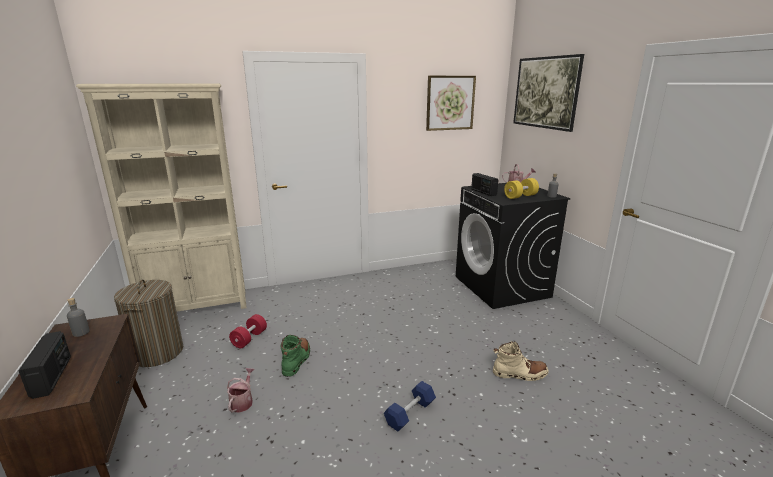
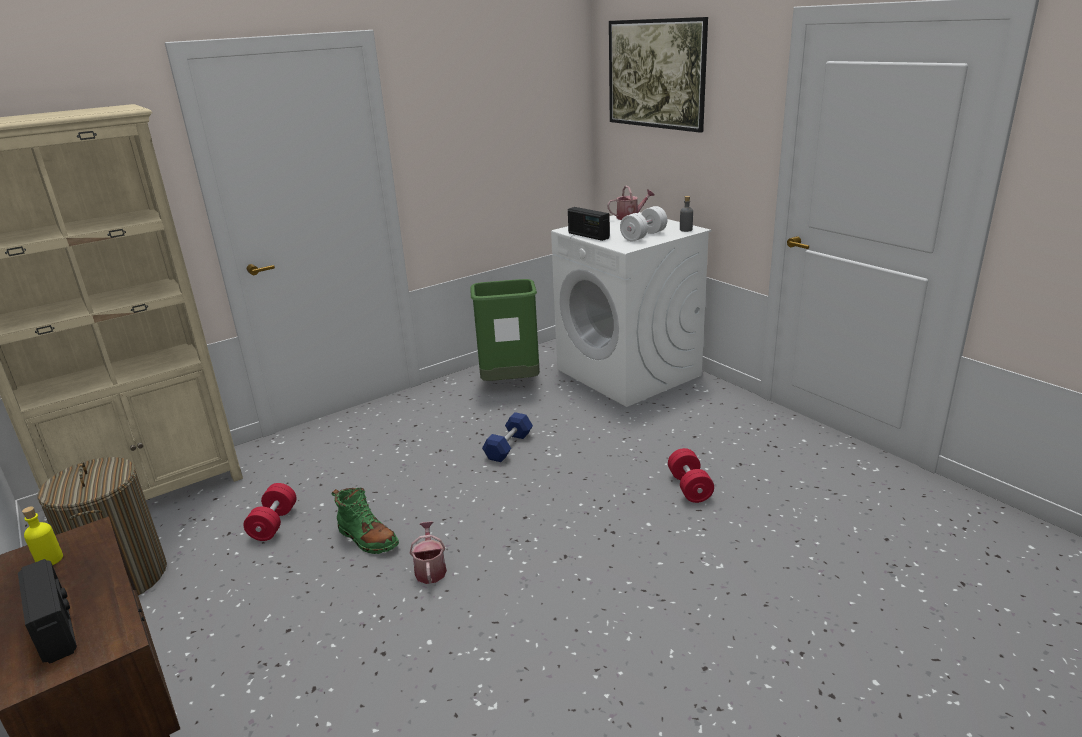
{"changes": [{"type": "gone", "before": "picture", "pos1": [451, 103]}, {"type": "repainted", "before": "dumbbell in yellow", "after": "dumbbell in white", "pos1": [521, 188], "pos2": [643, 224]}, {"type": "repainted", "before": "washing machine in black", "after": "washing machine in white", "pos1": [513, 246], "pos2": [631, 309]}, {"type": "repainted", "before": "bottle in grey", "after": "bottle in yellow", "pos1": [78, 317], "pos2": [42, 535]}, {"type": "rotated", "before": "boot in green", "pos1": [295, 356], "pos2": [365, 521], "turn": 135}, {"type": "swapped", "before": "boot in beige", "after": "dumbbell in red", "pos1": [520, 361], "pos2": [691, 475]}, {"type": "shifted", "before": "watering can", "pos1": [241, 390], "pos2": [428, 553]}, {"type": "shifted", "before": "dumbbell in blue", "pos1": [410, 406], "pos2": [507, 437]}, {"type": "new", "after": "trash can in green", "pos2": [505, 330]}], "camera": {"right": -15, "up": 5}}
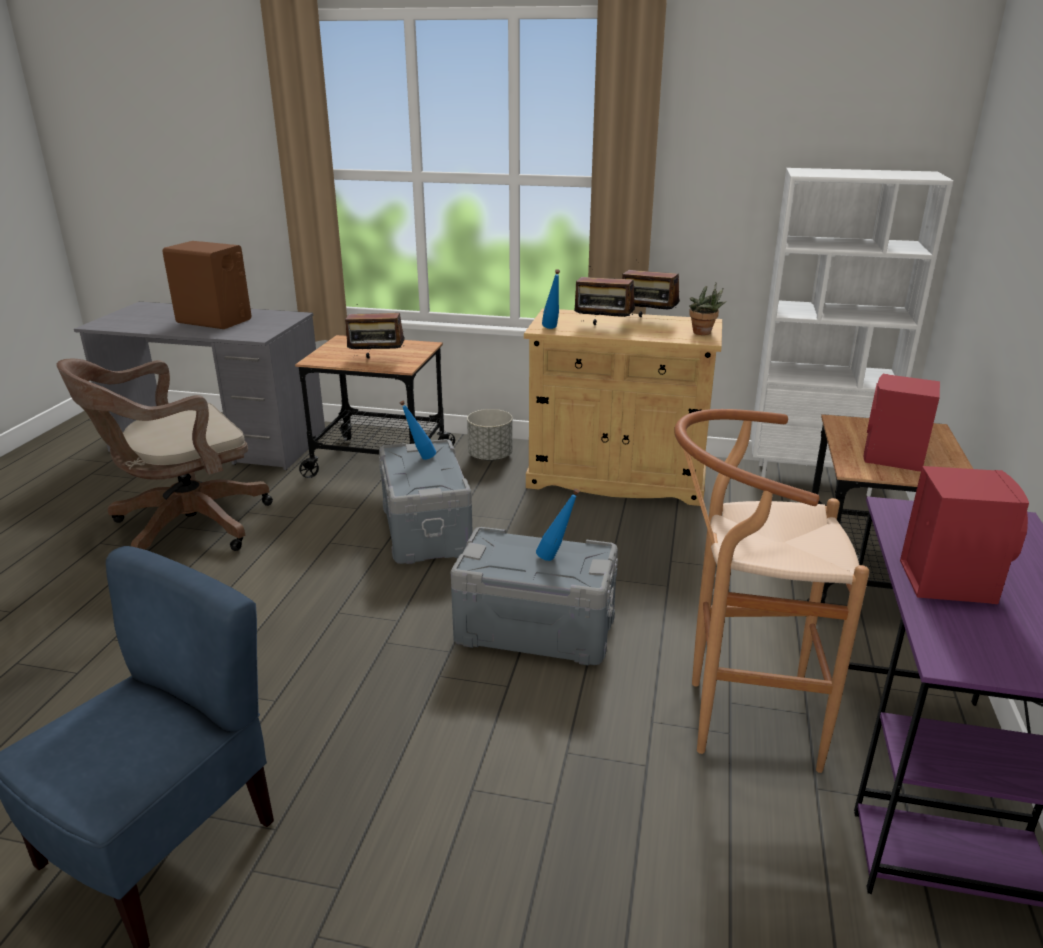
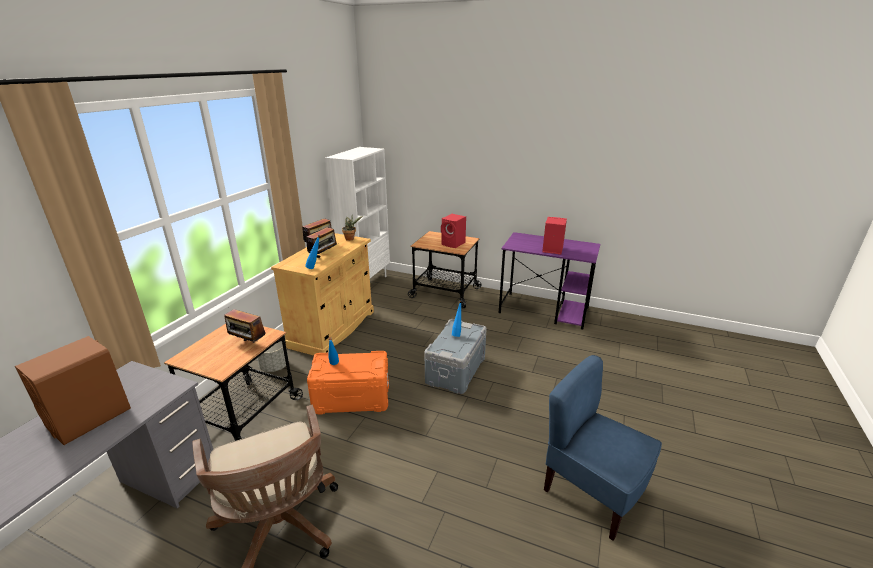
{"changes": [{"type": "rotated", "before": "radio", "pos1": [375, 331], "pos2": [245, 325], "turn": 105}, {"type": "gone", "before": "stool in brown", "pos1": [771, 591]}, {"type": "repainted", "before": "storage box in grey", "after": "storage box in orange", "pos1": [426, 501], "pos2": [348, 383]}], "camera": {"right": -80, "up": 0}}
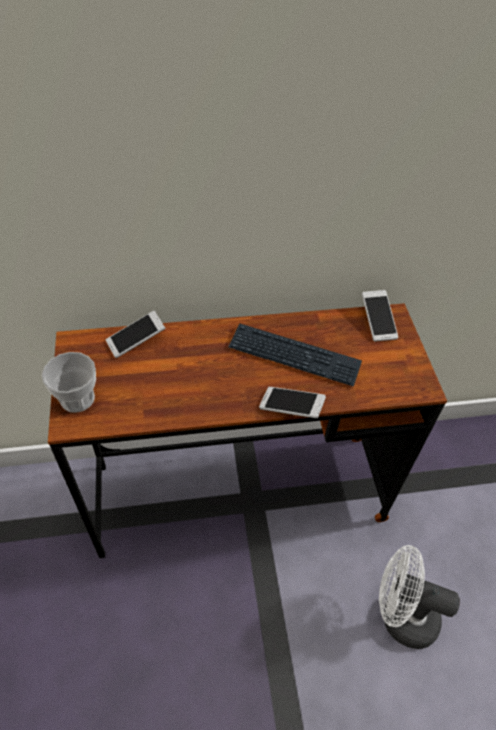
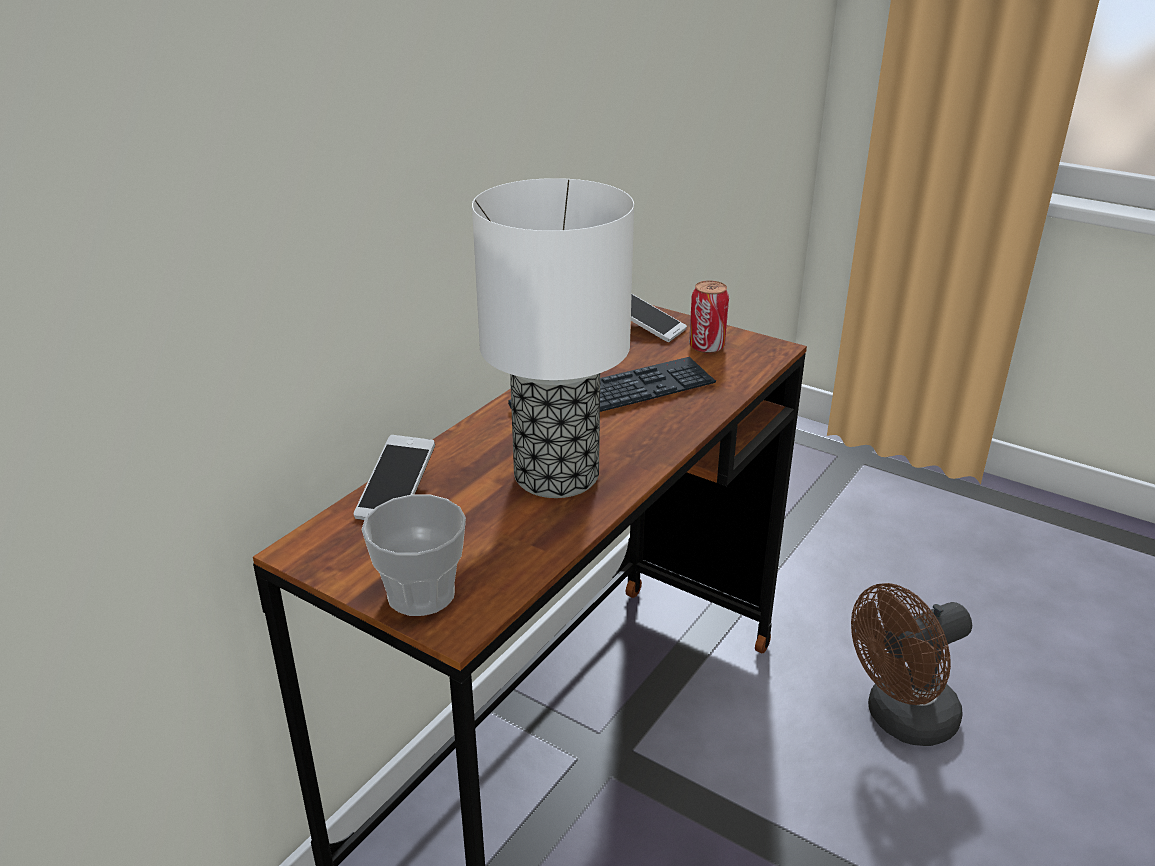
{"changes": [{"type": "gone", "before": "phone", "pos1": [292, 402]}, {"type": "repainted", "before": "fan in white", "after": "fan in brown", "pos1": [419, 597], "pos2": [911, 664]}, {"type": "new", "after": "table lamp", "pos2": [553, 338]}, {"type": "new", "after": "can", "pos2": [709, 317]}], "camera": {"right": -45, "up": -20}}
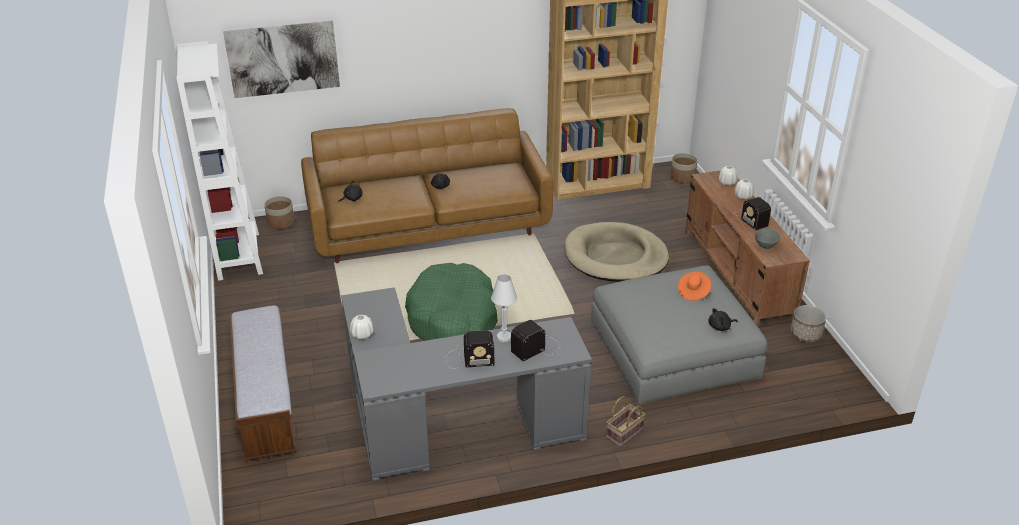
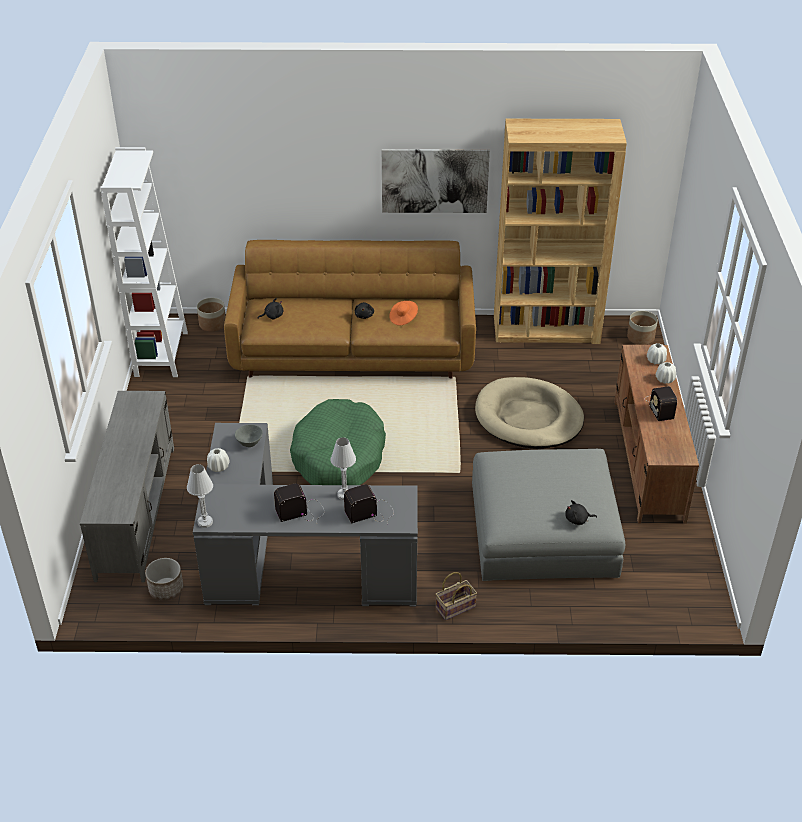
{"changes": [{"type": "shifted", "before": "picture", "pos1": [281, 59], "pos2": [436, 181]}, {"type": "shifted", "before": "bowl in grey", "pos1": [767, 239], "pos2": [249, 436]}, {"type": "shifted", "before": "hat in orange", "pos1": [695, 286], "pos2": [403, 313]}, {"type": "swapped", "before": "bench", "after": "tv stand in grey", "pos1": [263, 383], "pos2": [127, 486]}, {"type": "shifted", "before": "planter", "pos1": [808, 324], "pos2": [164, 579]}, {"type": "rotated", "before": "radio", "pos1": [470, 349], "pos2": [299, 503], "turn": 150}, {"type": "new", "after": "table lamp in white", "pos2": [200, 496]}], "camera": {"right": 15, "up": 5}}
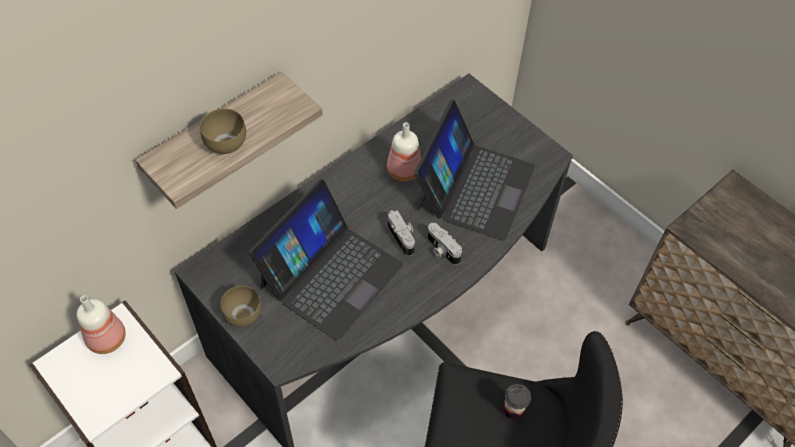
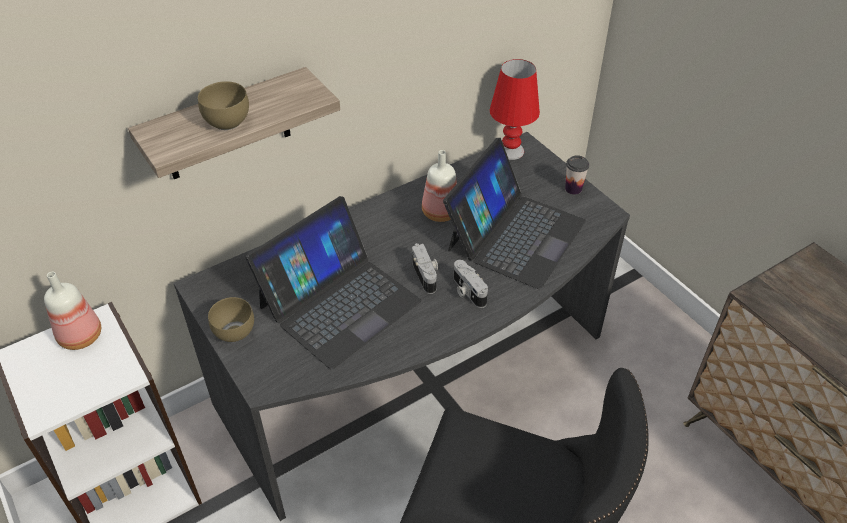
{"changes": [{"type": "shifted", "before": "cup", "pos1": [517, 402], "pos2": [577, 174]}, {"type": "new", "after": "table lamp in red", "pos2": [515, 109]}], "camera": {"right": 10, "up": -10}}
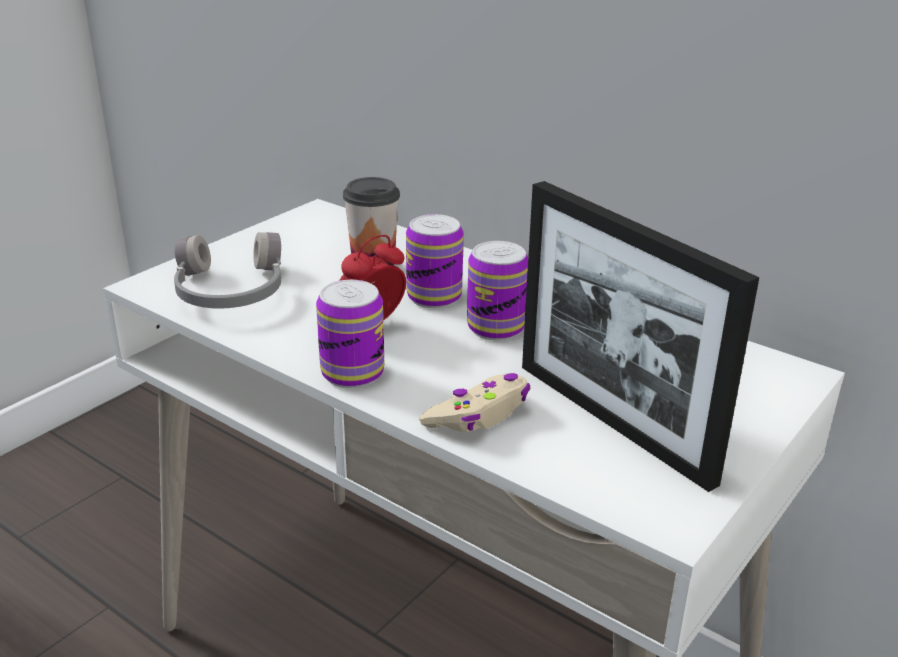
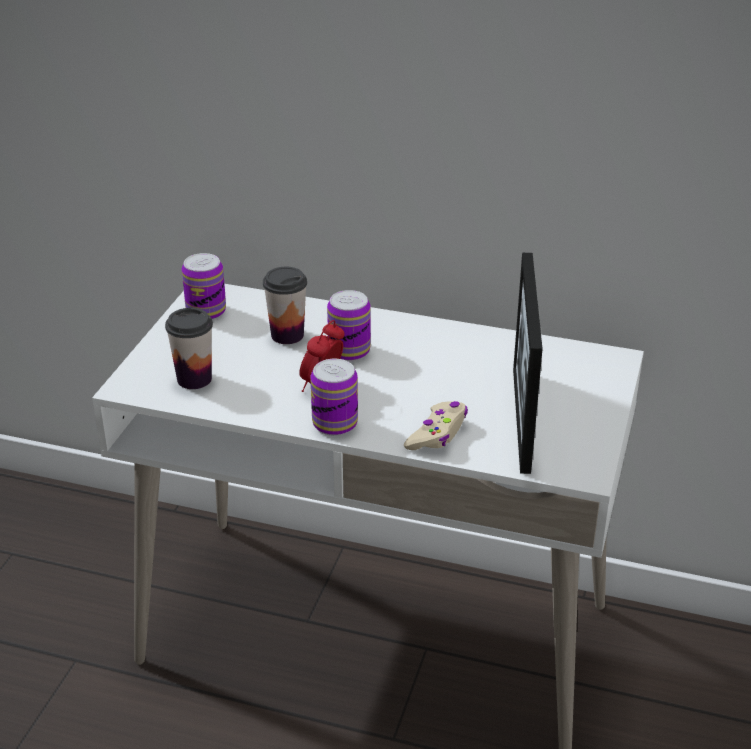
{"changes": [{"type": "rotated", "before": "picture frame", "pos1": [640, 336], "pos2": [528, 363], "turn": 60}, {"type": "swapped", "before": "headphones in grey", "after": "cup", "pos1": [227, 270], "pos2": [189, 348]}, {"type": "shifted", "before": "can", "pos1": [497, 290], "pos2": [204, 286]}], "camera": {"right": -20, "up": 5}}
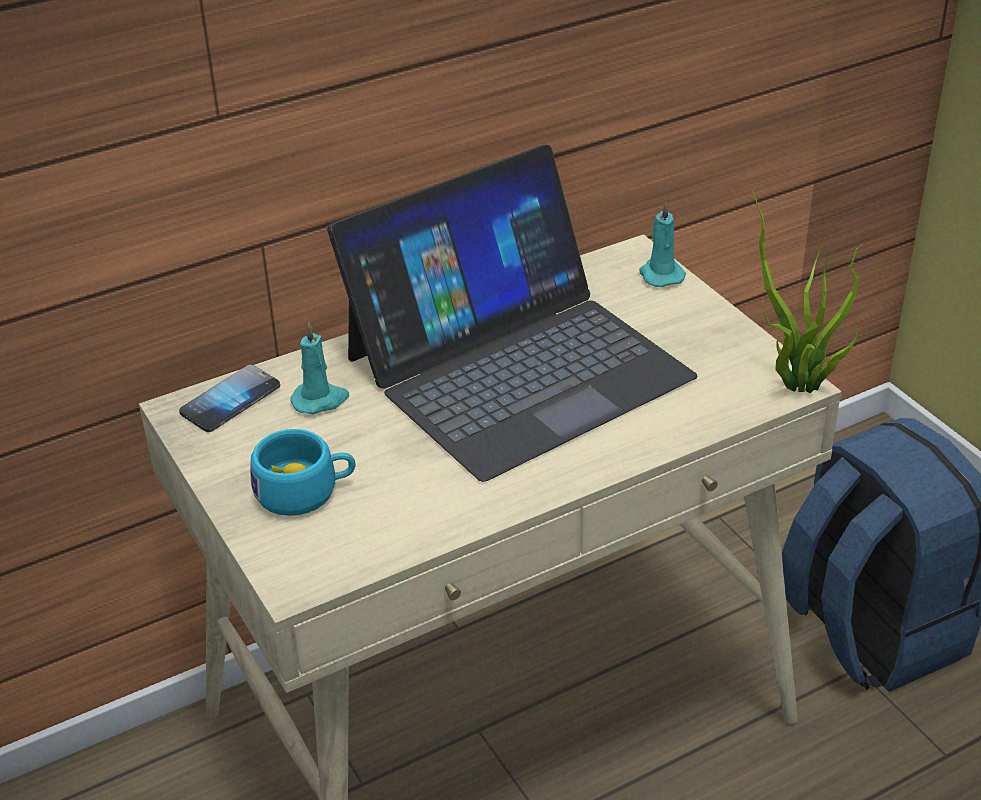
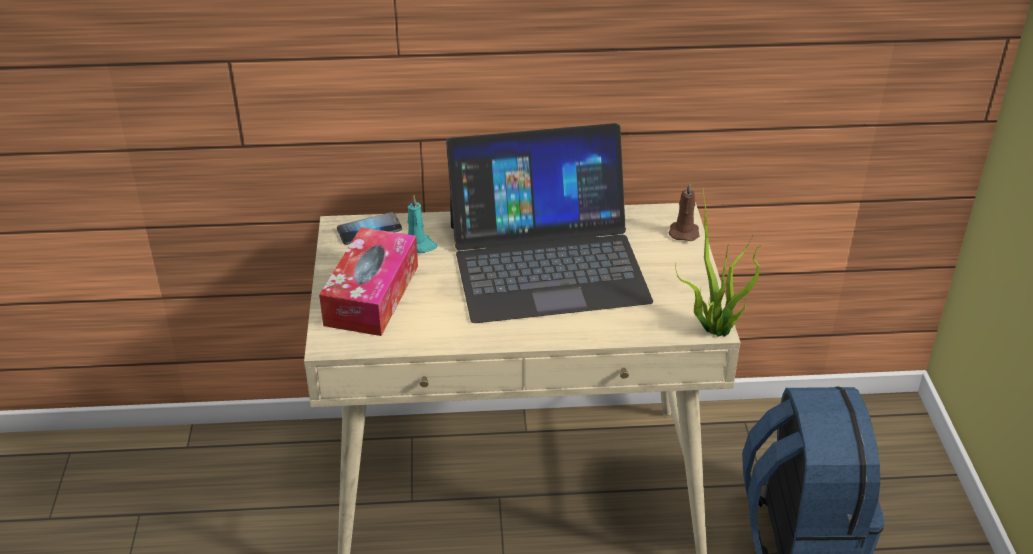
{"changes": [{"type": "repainted", "before": "candle in turquoise", "after": "candle in brown", "pos1": [662, 244], "pos2": [684, 211]}, {"type": "swapped", "before": "cup in turquoise", "after": "tissue box", "pos1": [303, 472], "pos2": [368, 281]}], "camera": {"right": 25, "up": 0}}
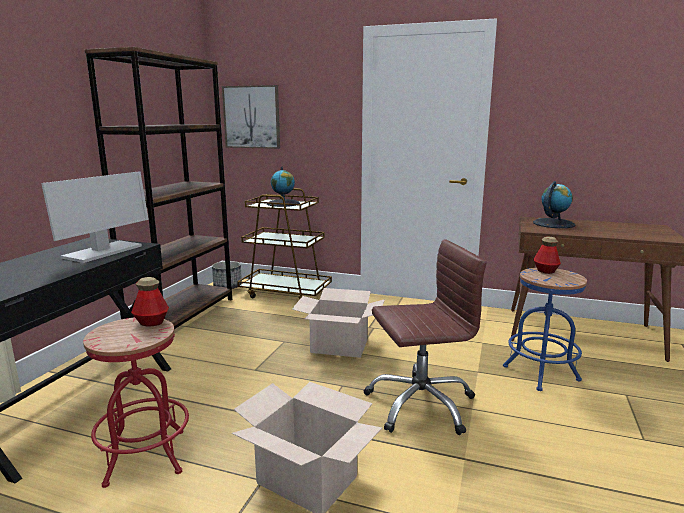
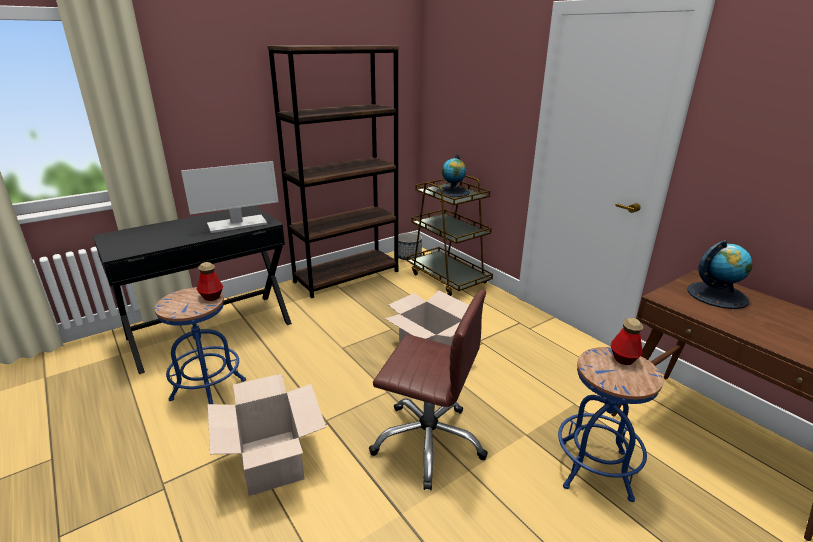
{"changes": [{"type": "gone", "before": "picture", "pos1": [251, 117]}, {"type": "repainted", "before": "stool in red", "after": "stool in blue", "pos1": [136, 402], "pos2": [200, 345]}], "camera": {"right": 35, "up": 10}}
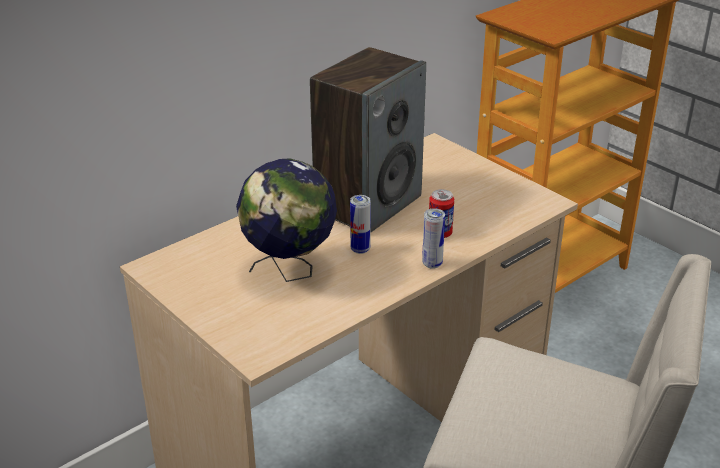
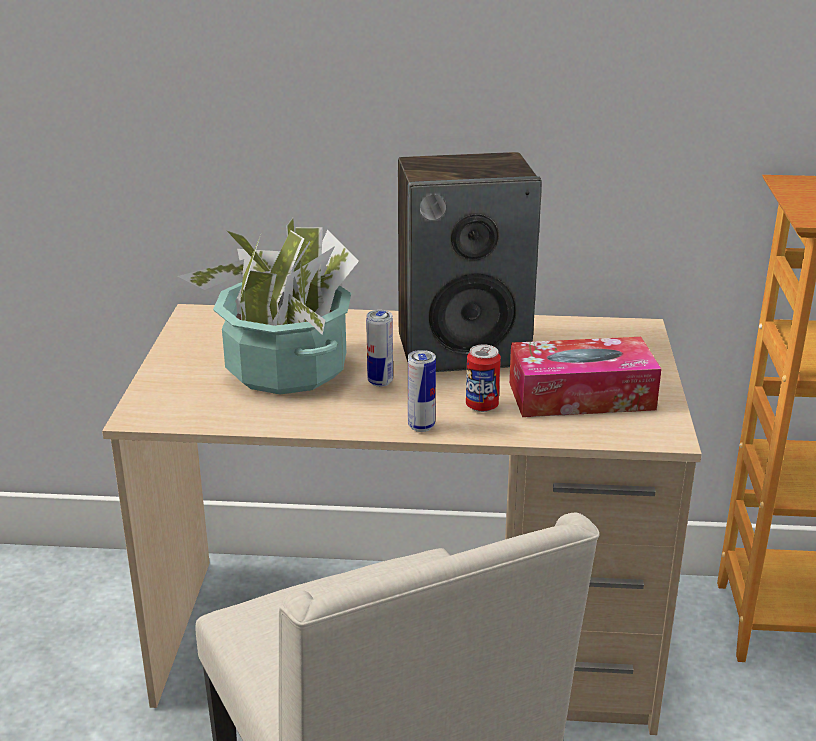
{"changes": [{"type": "swapped", "before": "globe", "after": "potted plant", "pos1": [286, 220], "pos2": [268, 306]}, {"type": "new", "after": "tissue box", "pos2": [585, 377]}], "camera": {"right": 45, "up": -5}}
